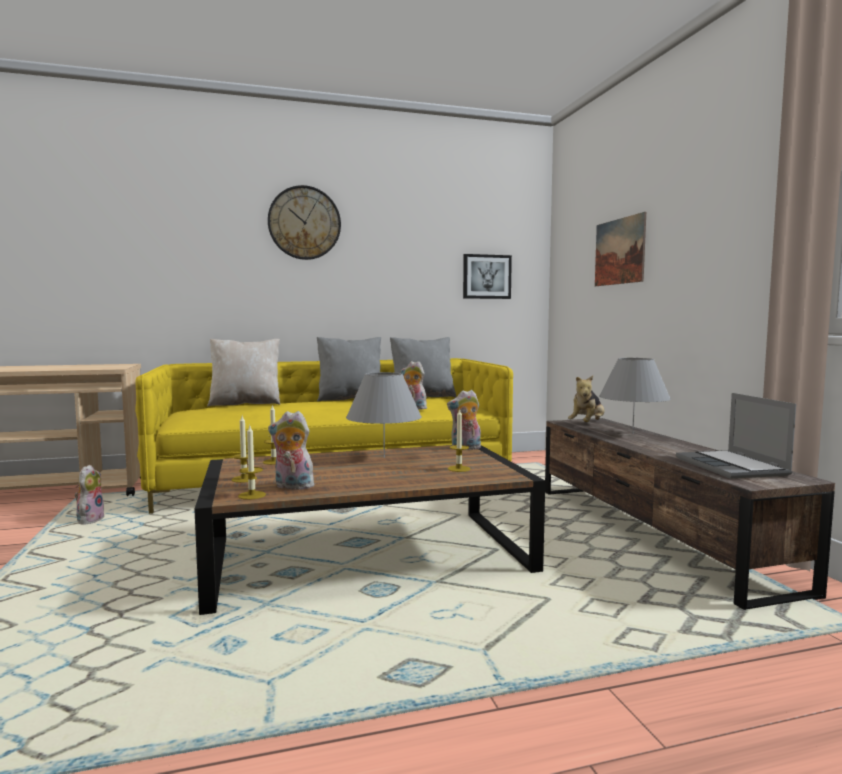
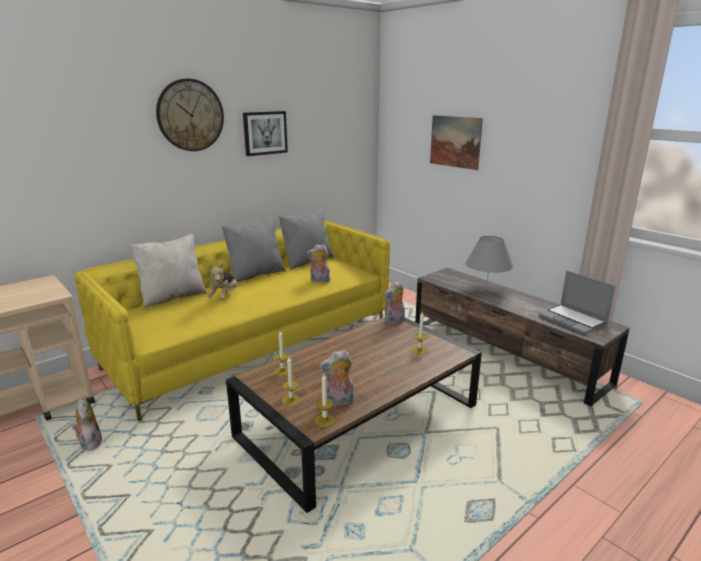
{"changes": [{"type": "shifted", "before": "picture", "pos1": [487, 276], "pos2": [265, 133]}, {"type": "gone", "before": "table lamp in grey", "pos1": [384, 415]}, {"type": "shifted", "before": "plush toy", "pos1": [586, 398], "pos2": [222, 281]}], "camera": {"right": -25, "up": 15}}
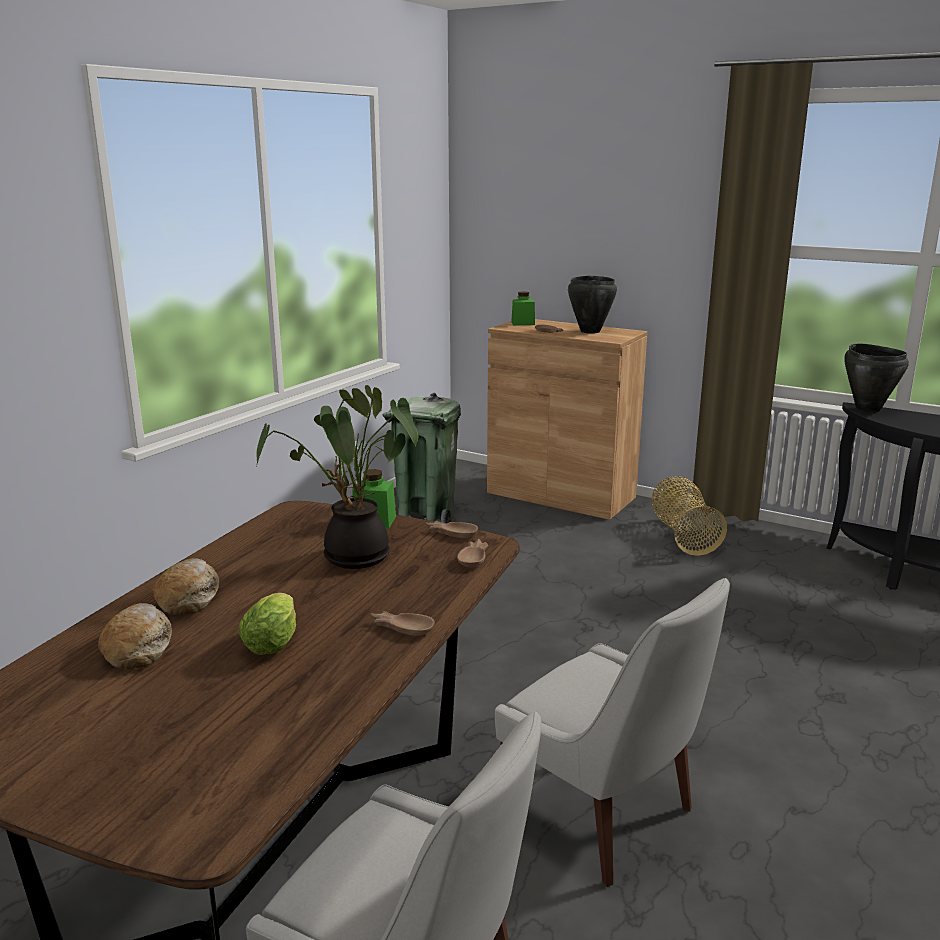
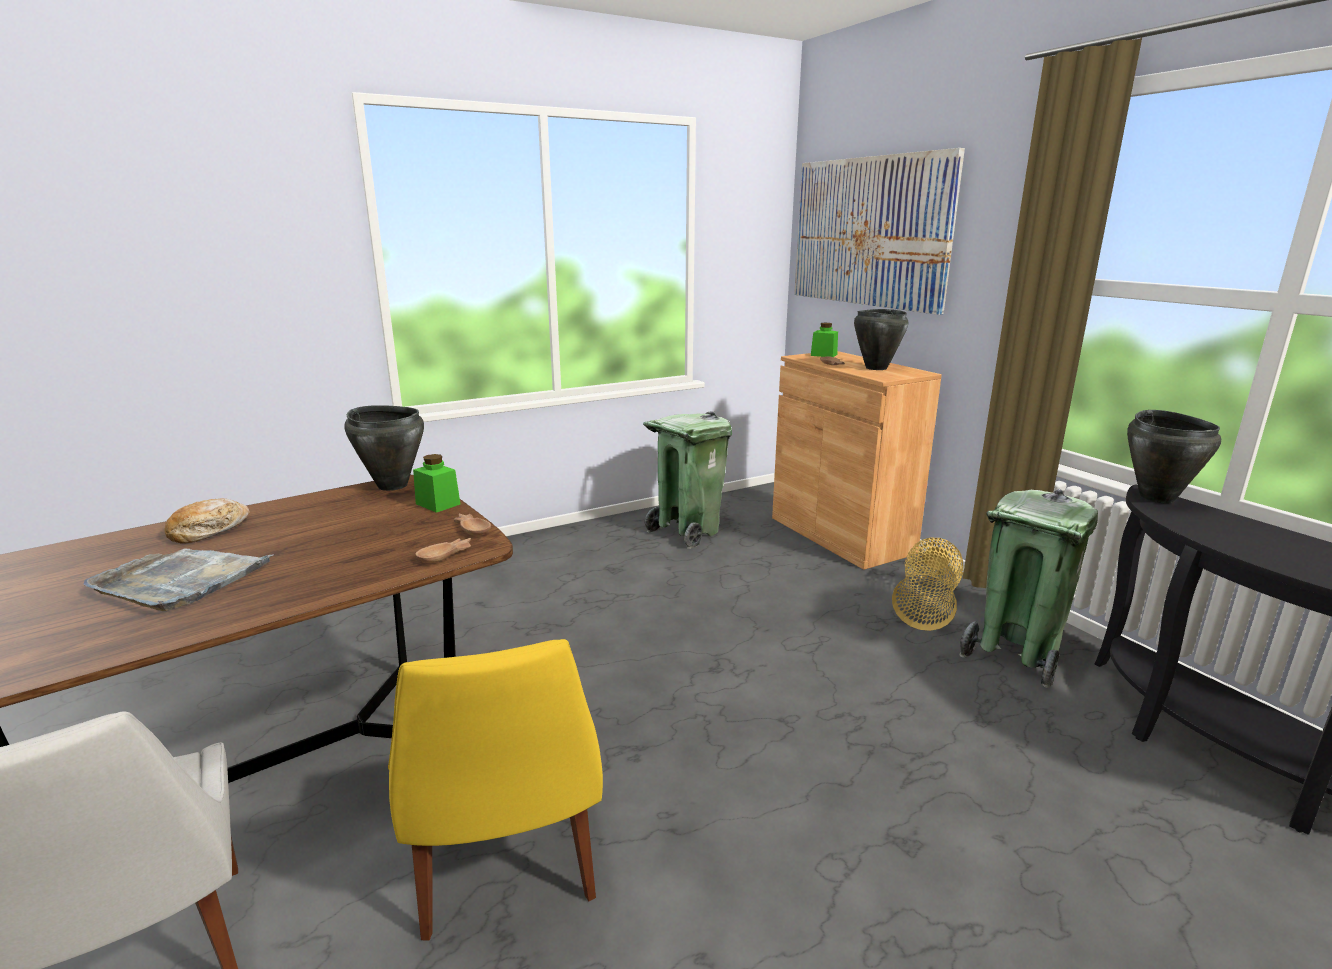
{"changes": [{"type": "gone", "before": "potted plant", "pos1": [337, 477]}, {"type": "repainted", "before": "chair in white", "after": "chair in yellow", "pos1": [612, 732], "pos2": [495, 790]}, {"type": "swapped", "before": "lettuce", "after": "tray in grey", "pos1": [267, 624], "pos2": [178, 579]}, {"type": "gone", "before": "bread", "pos1": [135, 636]}, {"type": "gone", "before": "bowl in brown", "pos1": [402, 623]}, {"type": "new", "after": "picture", "pos2": [879, 231]}, {"type": "new", "after": "cooking pot in black", "pos2": [384, 448]}, {"type": "new", "after": "trash can in green", "pos2": [1028, 588]}], "camera": {"right": 30, "up": 0}}
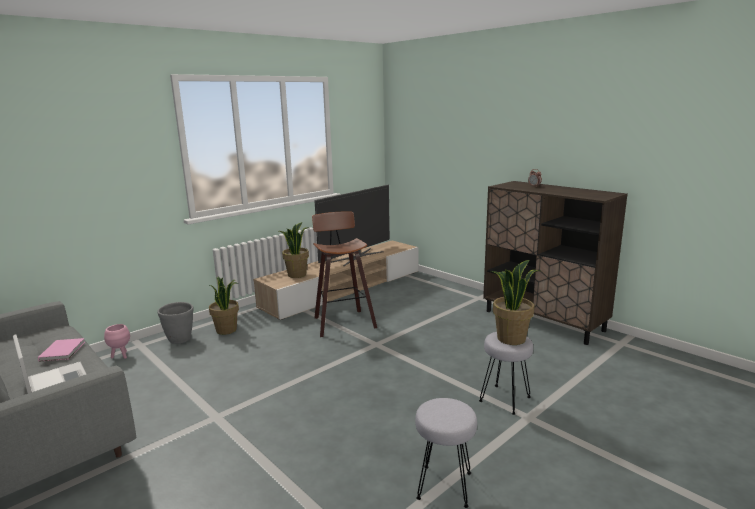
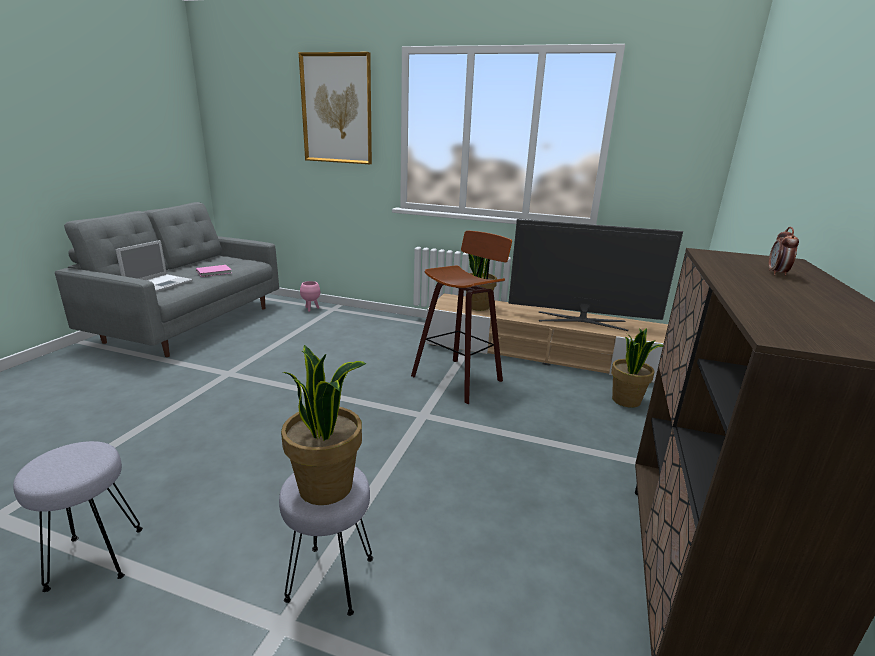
{"changes": [{"type": "shifted", "before": "potted plant", "pos1": [224, 306], "pos2": [637, 368]}, {"type": "gone", "before": "planter in grey", "pos1": [175, 323]}, {"type": "new", "after": "picture", "pos2": [335, 108]}], "camera": {"right": 60, "up": 5}}
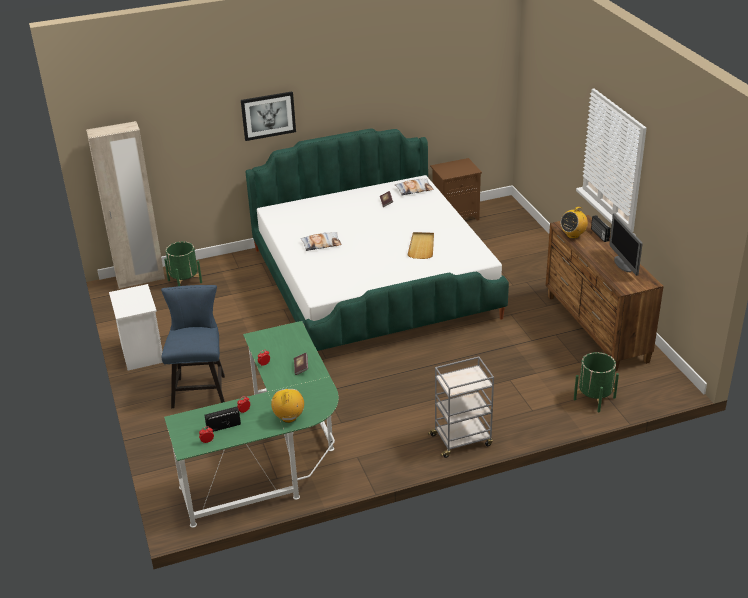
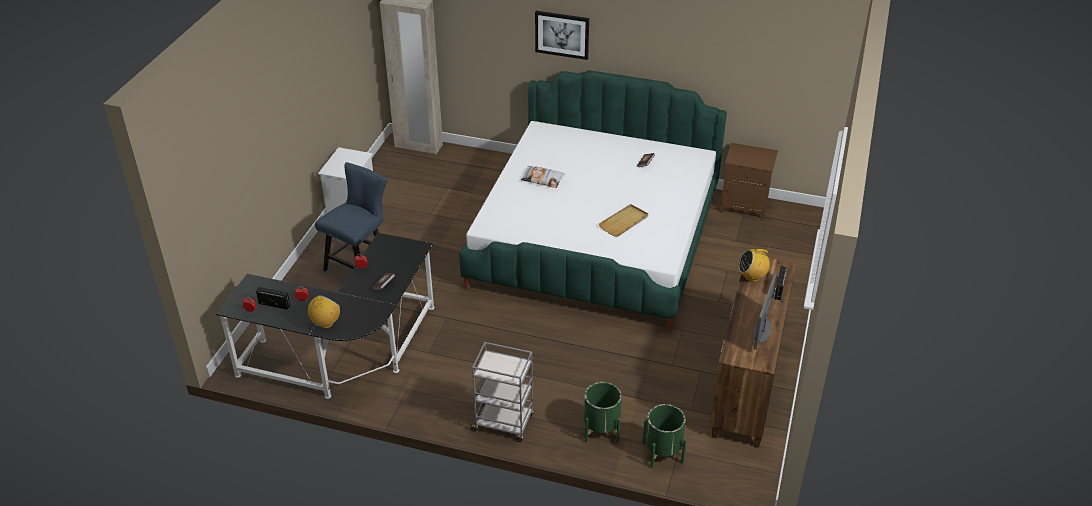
{"changes": [{"type": "gone", "before": "pillow", "pos1": [414, 187]}, {"type": "shifted", "before": "planter in green", "pos1": [183, 264], "pos2": [603, 412]}, {"type": "repainted", "before": "desk in green", "after": "desk in black", "pos1": [251, 424], "pos2": [325, 316]}], "camera": {"right": 35, "up": 5}}
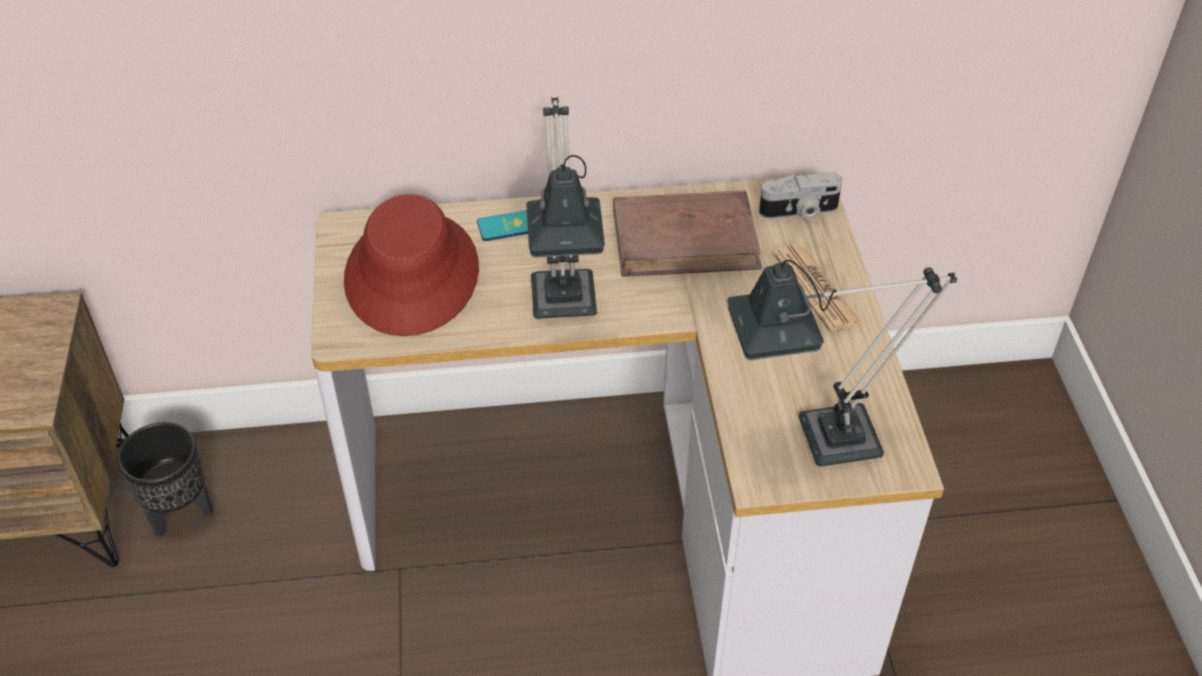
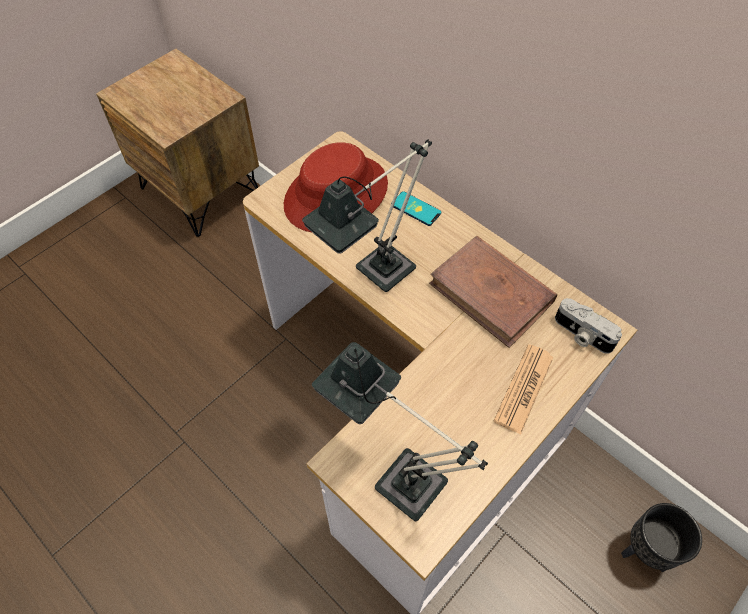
{"changes": [{"type": "shifted", "before": "planter in black", "pos1": [165, 479], "pos2": [661, 537]}], "camera": {"right": 50, "up": 10}}
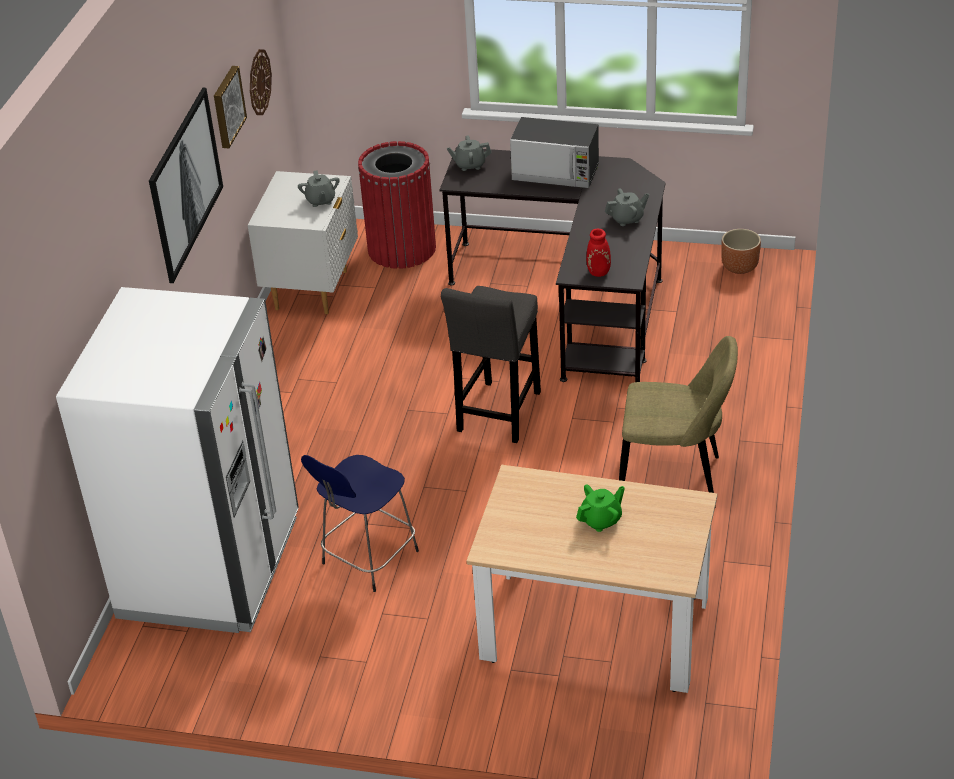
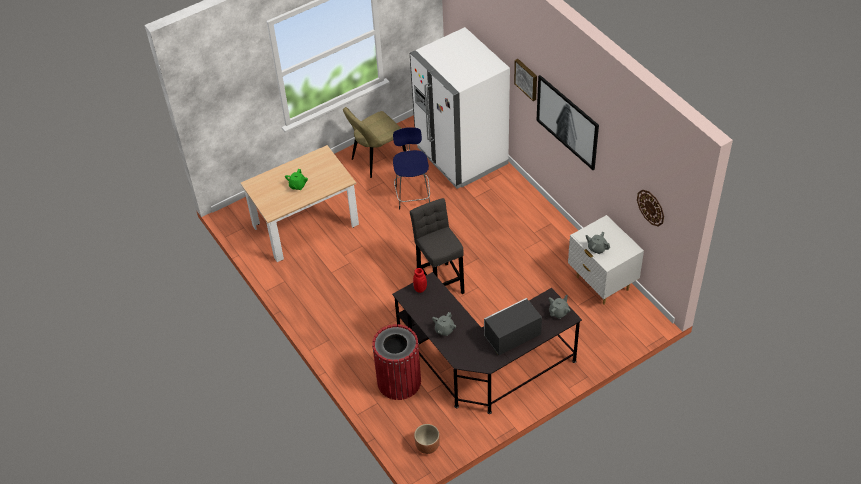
{"changes": [{"type": "shifted", "before": "picture", "pos1": [230, 107], "pos2": [525, 80]}, {"type": "shifted", "before": "trash can in red", "pos1": [397, 205], "pos2": [396, 362]}, {"type": "shifted", "before": "chair in beige", "pos1": [678, 422], "pos2": [374, 142]}], "camera": {"right": 135, "up": 10}}
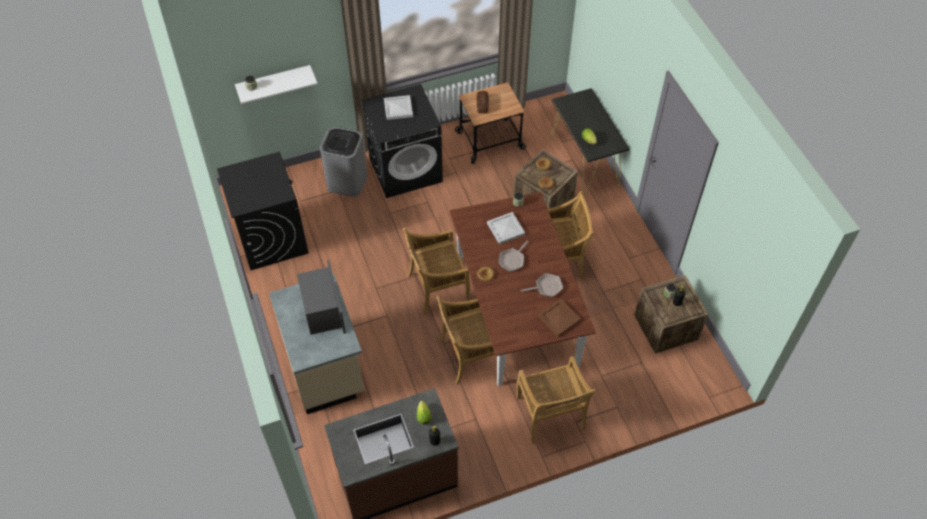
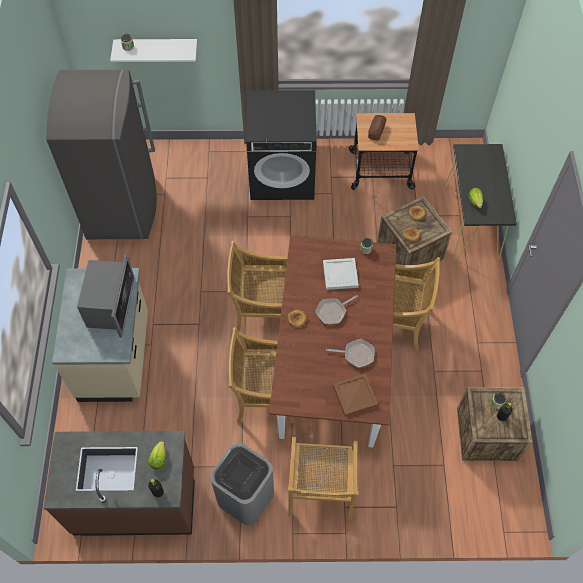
{"changes": [{"type": "gone", "before": "tray in white", "pos1": [398, 107]}, {"type": "shifted", "before": "trash can in grey", "pos1": [343, 162], "pos2": [242, 484]}, {"type": "swapped", "before": "washing machine in black", "after": "fridge in grey", "pos1": [263, 211], "pos2": [101, 154]}], "camera": {"right": 20, "up": 5}}
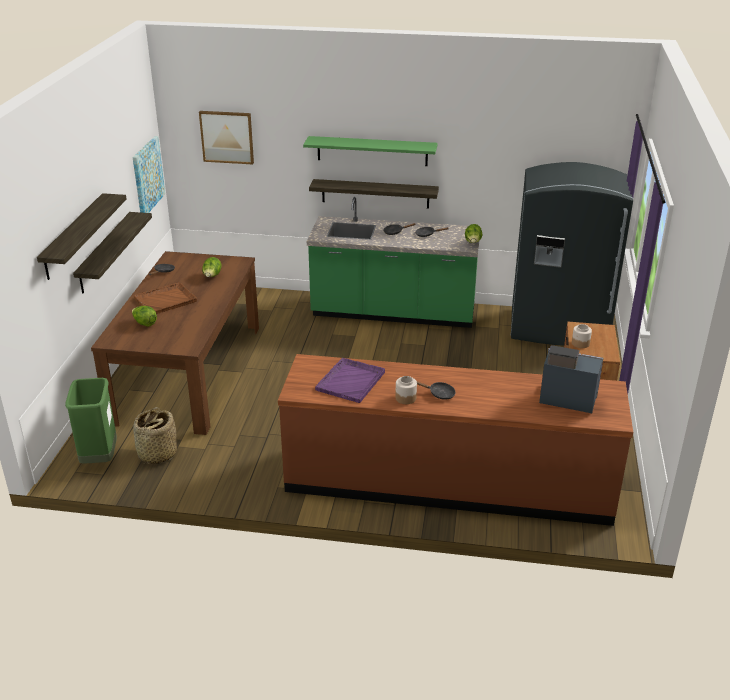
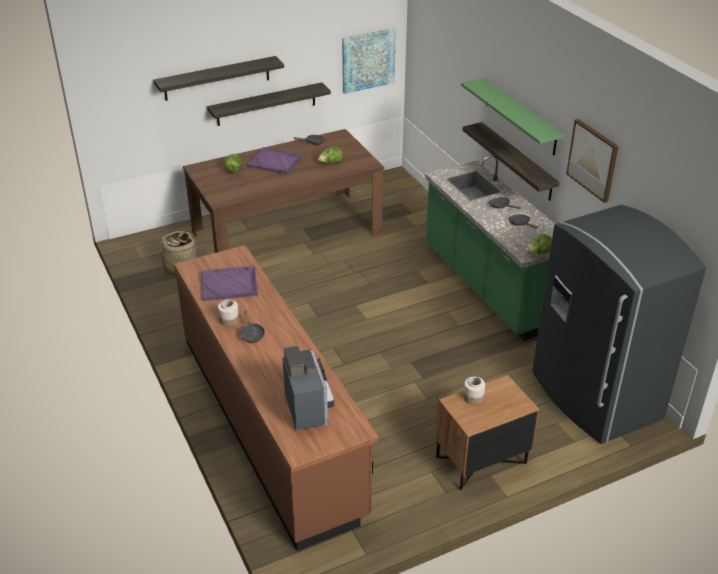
{"changes": [{"type": "shifted", "before": "picture", "pos1": [226, 137], "pos2": [592, 161]}, {"type": "repainted", "before": "tray in brown", "after": "tray in purple", "pos1": [165, 298], "pos2": [274, 160]}, {"type": "gone", "before": "trash can in green", "pos1": [91, 421]}], "camera": {"right": 55, "up": 5}}
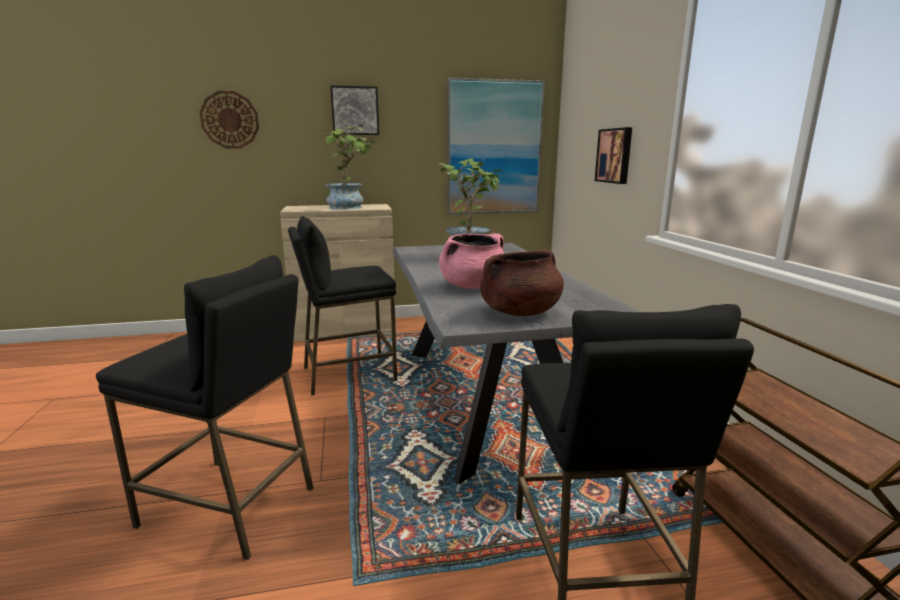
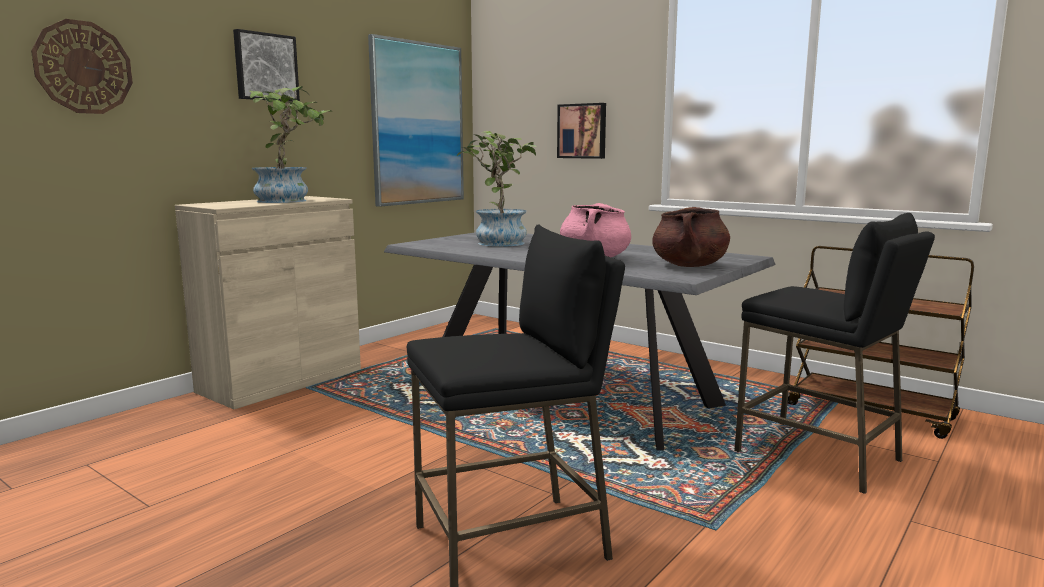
{"changes": [{"type": "gone", "before": "stool in black", "pos1": [342, 306]}], "camera": {"right": -40, "up": -5}}
